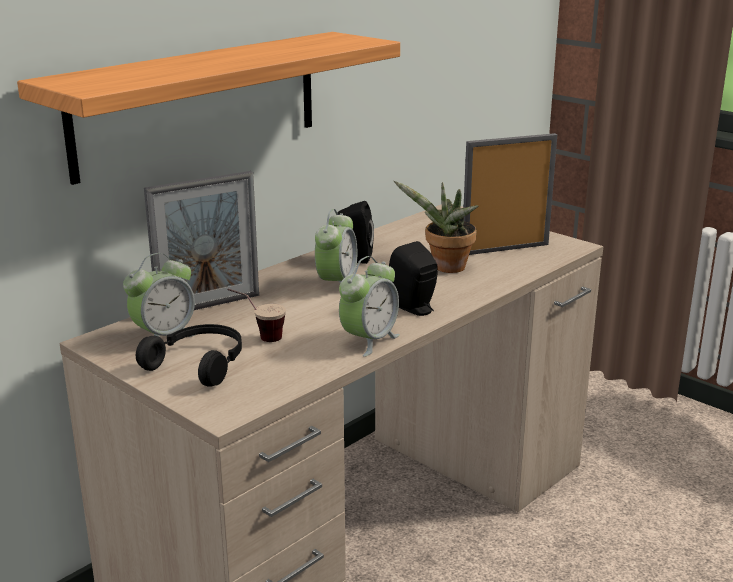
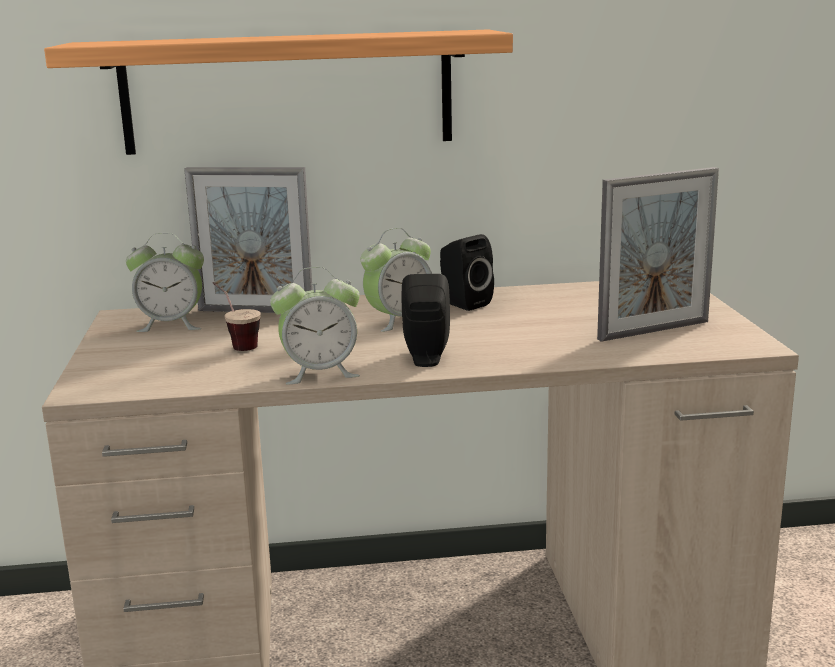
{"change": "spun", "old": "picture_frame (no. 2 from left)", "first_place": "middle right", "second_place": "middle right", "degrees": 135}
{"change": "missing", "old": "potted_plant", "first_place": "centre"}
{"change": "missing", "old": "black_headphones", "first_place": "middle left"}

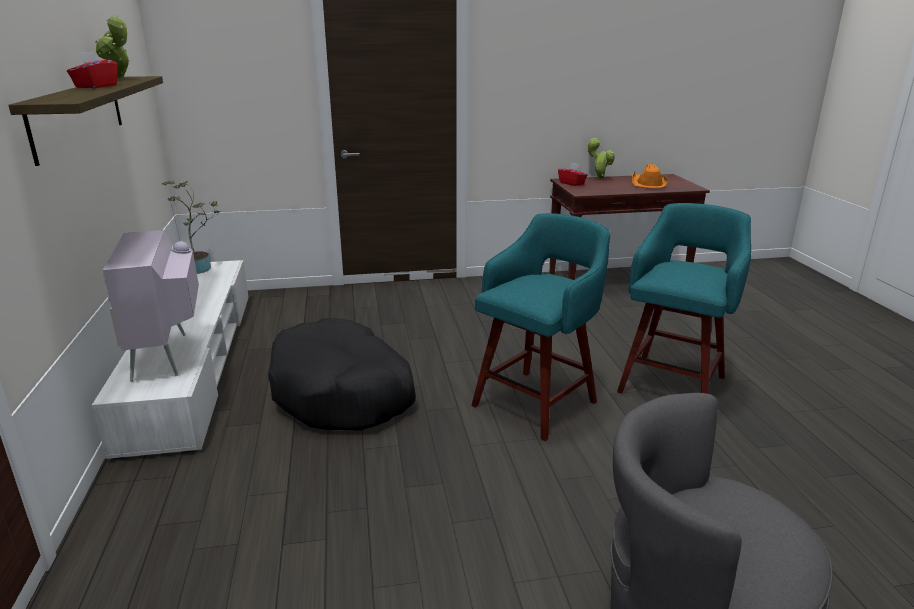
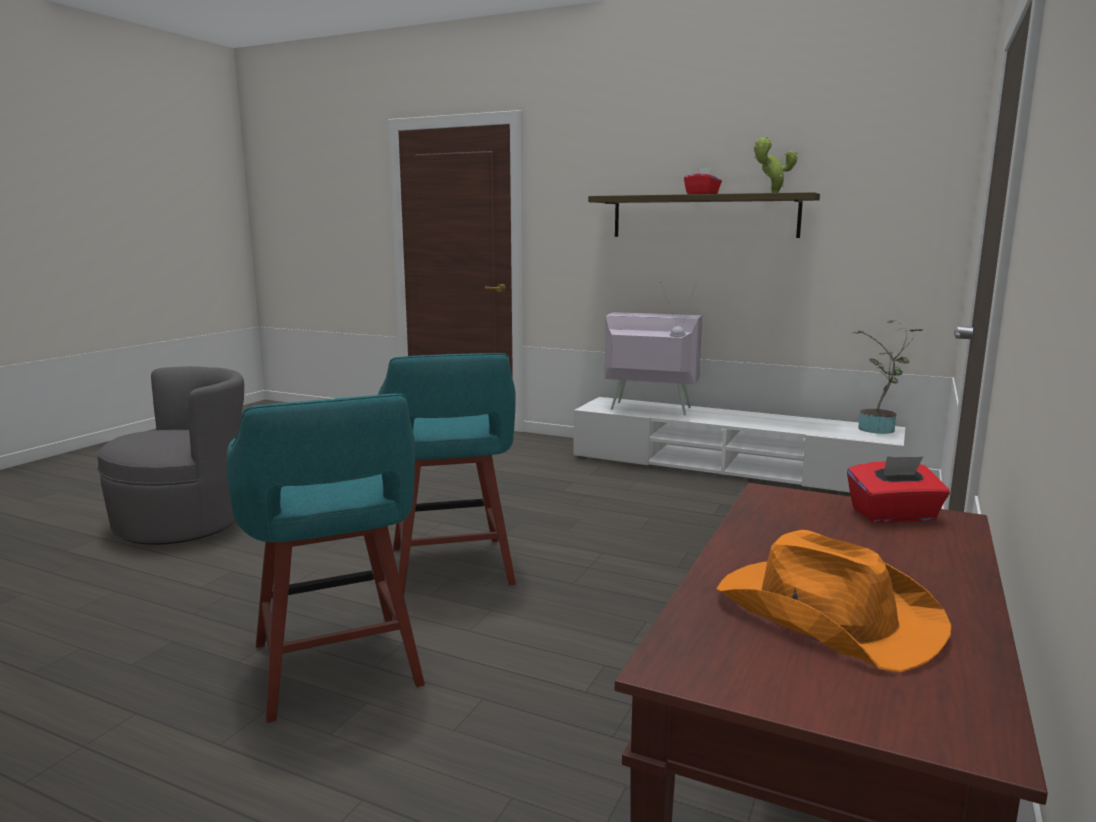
{"change": "missing", "old": "potted_plant (no. 3 from left)", "first_place": "top centre"}
{"change": "missing", "old": "black_dog_bed", "first_place": "centre"}

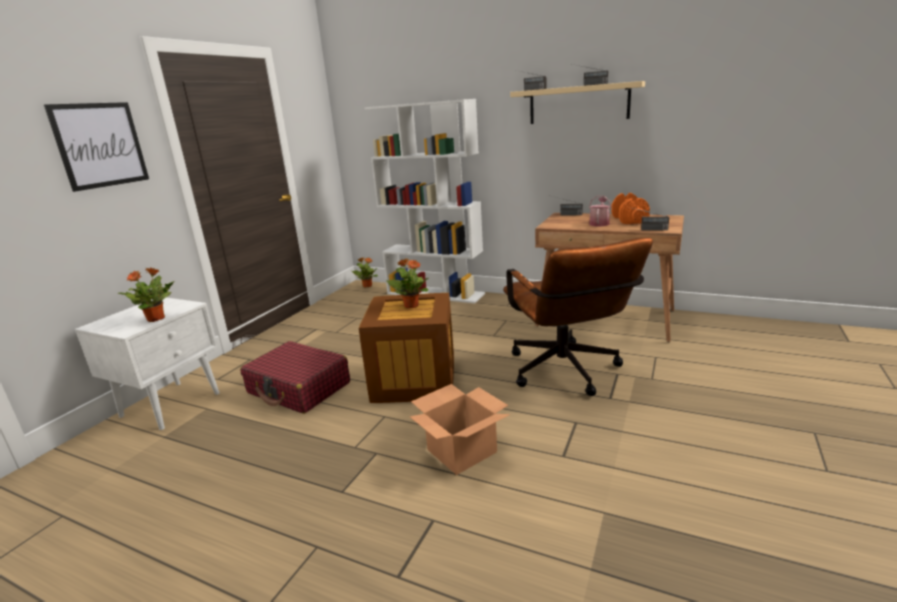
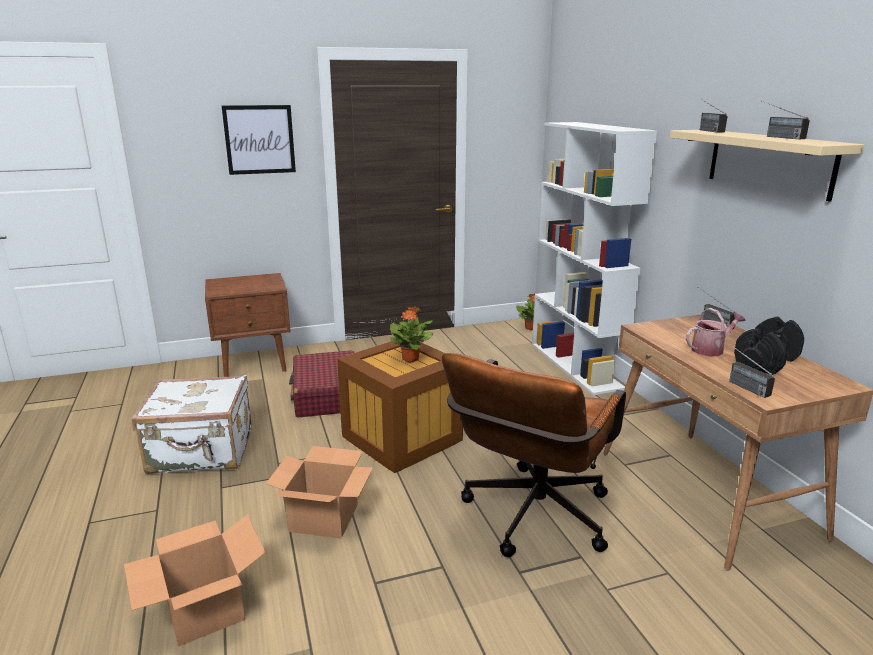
{"change": "colour", "old": "orange_dumbbell", "new": "black_dumbbell", "first_place": "middle right", "second_place": "middle right"}
{"change": "missing", "old": "potted_plant (no. 1 from left)", "first_place": "middle left"}
{"change": "colour", "old": "white_nightstand", "new": "brown_nightstand", "first_place": "middle left", "second_place": "middle left"}
{"change": "appeared", "new": "white_suitcase", "second_place": "middle left"}
{"change": "appeared", "new": "cardboard_box (no. 1 from left)", "second_place": "bottom left"}

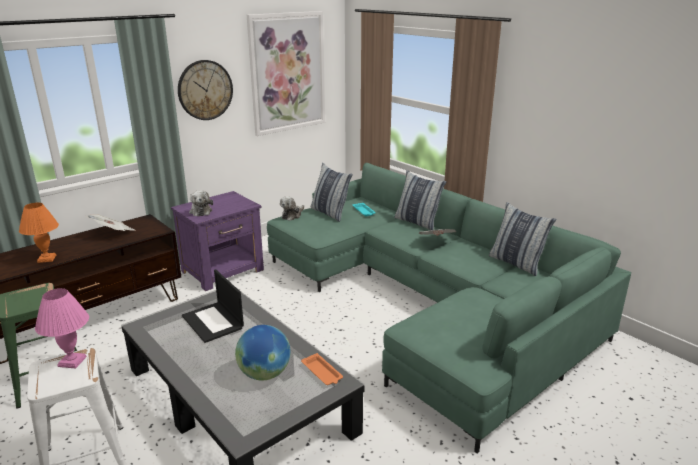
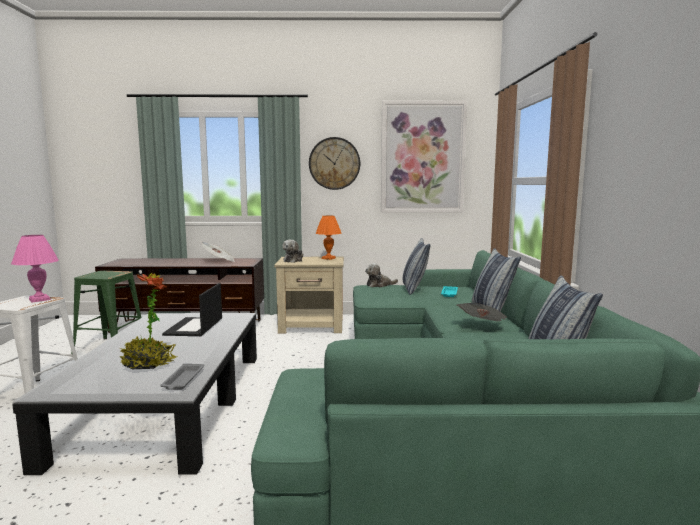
{"change": "colour", "old": "purple_nightstand", "new": "beige_nightstand", "first_place": "middle left", "second_place": "centre"}
{"change": "relocated", "old": "orange_table_lamp", "first_place": "middle left", "second_place": "centre"}
{"change": "exchanged", "old": "globe", "new": "potted_plant", "first_place": "bottom centre", "second_place": "middle left"}
{"change": "colour", "old": "orange_tray", "new": "grey_tray", "first_place": "bottom centre", "second_place": "bottom left"}

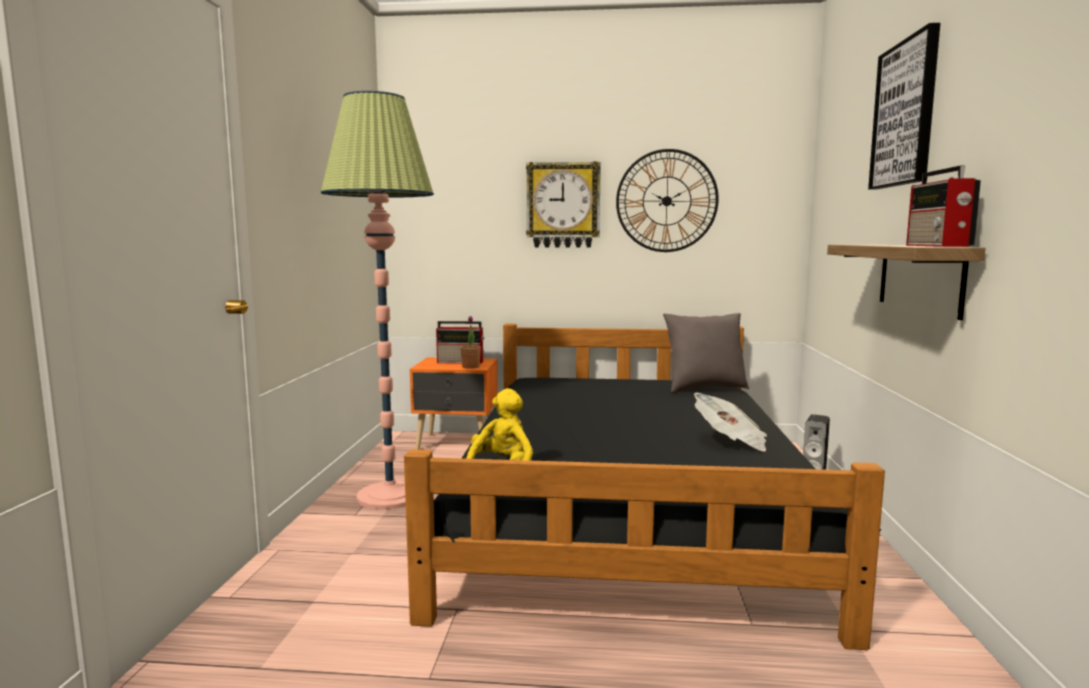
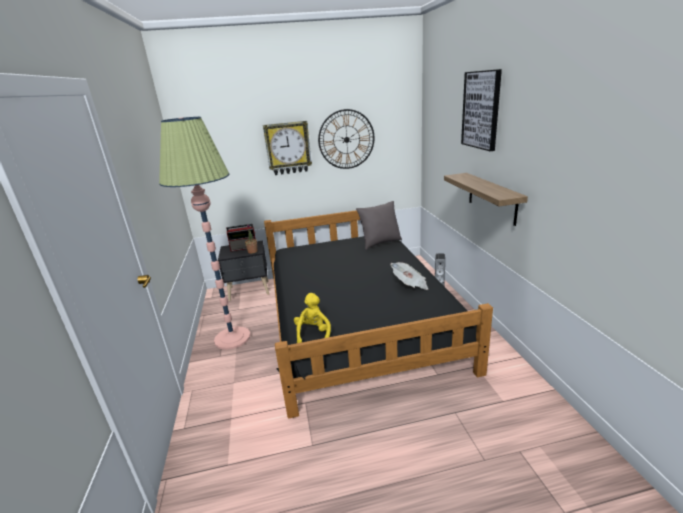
{"change": "missing", "old": "radio (no. 2 from left)", "first_place": "top right"}
{"change": "colour", "old": "orange_nightstand", "new": "black_nightstand", "first_place": "centre", "second_place": "centre"}

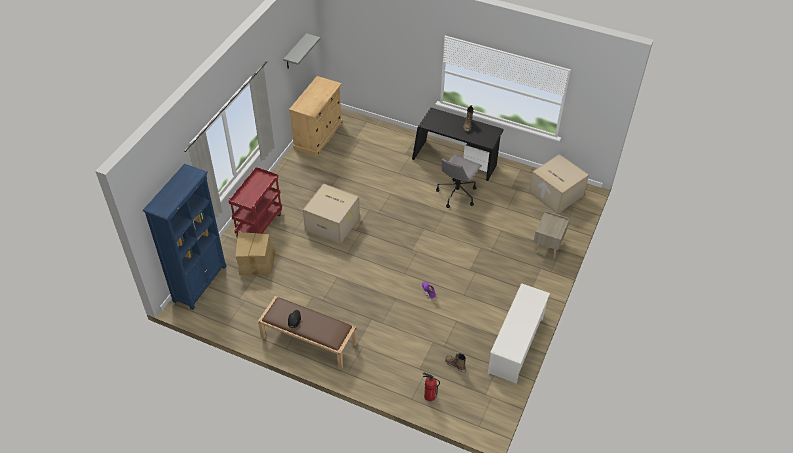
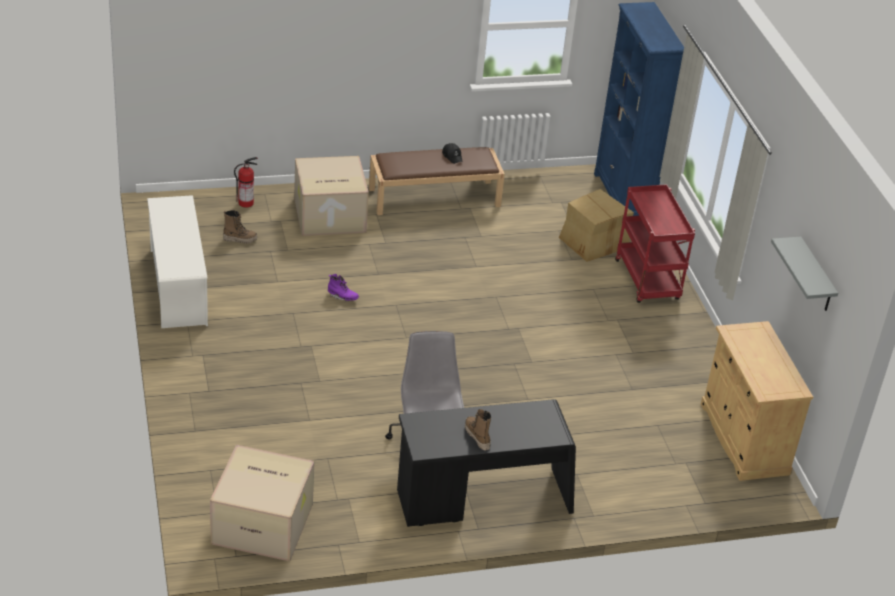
{"change": "relocated", "old": "cardboard_box (no. 2 from left)", "first_place": "centre", "second_place": "top centre"}
{"change": "missing", "old": "beige_nightstand", "first_place": "middle right"}

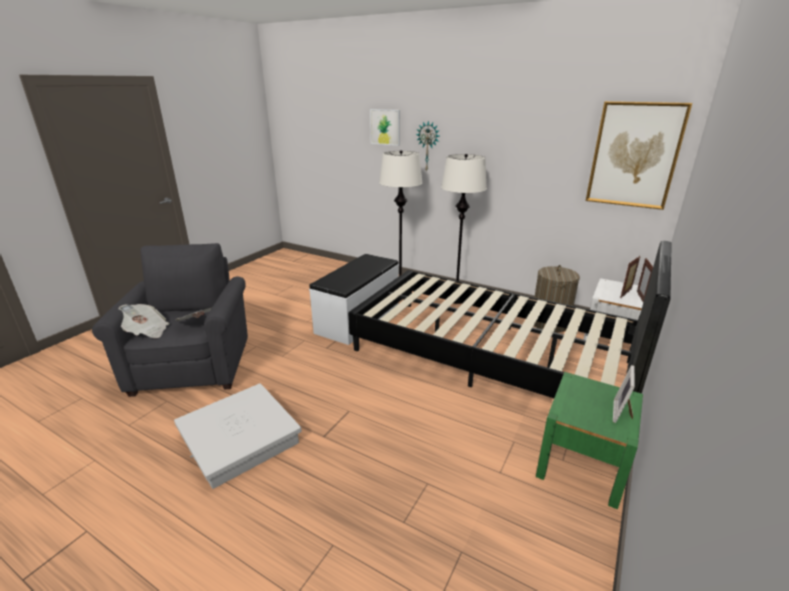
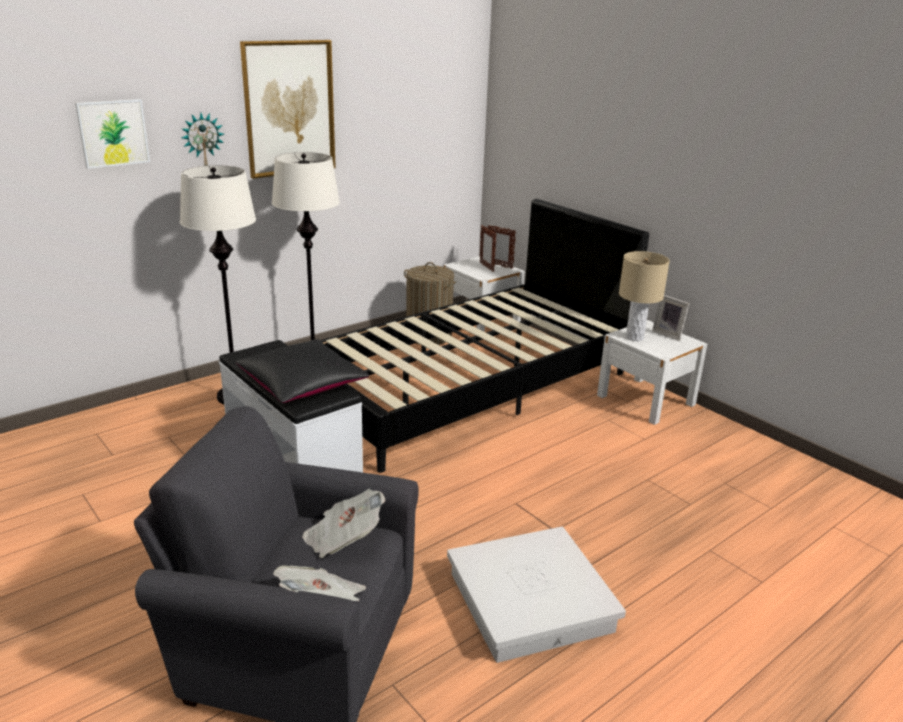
{"change": "relocated", "old": "picture (no. 2 from left)", "first_place": "top right", "second_place": "top left"}
{"change": "colour", "old": "green_nightstand", "new": "white_nightstand (no. 2 from left)", "first_place": "bottom right", "second_place": "middle right"}
{"change": "appeared", "new": "beige_table_lamp", "second_place": "middle right"}
{"change": "appeared", "new": "black_pillow", "second_place": "centre"}

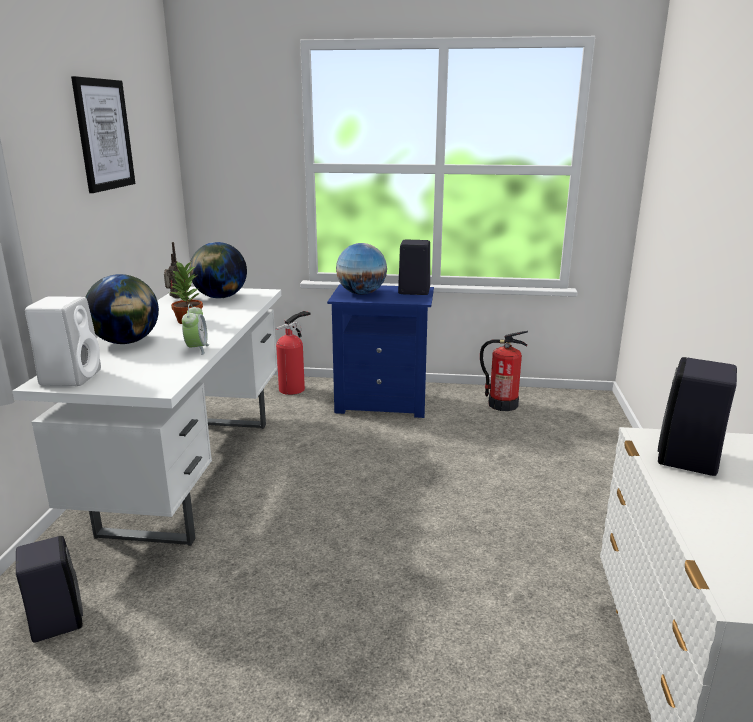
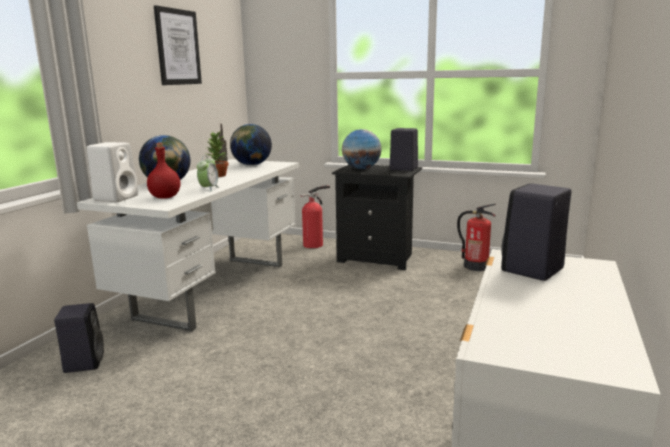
{"change": "colour", "old": "blue_nightstand", "new": "black_nightstand", "first_place": "centre", "second_place": "centre"}
{"change": "appeared", "new": "red_bottle", "second_place": "middle left"}

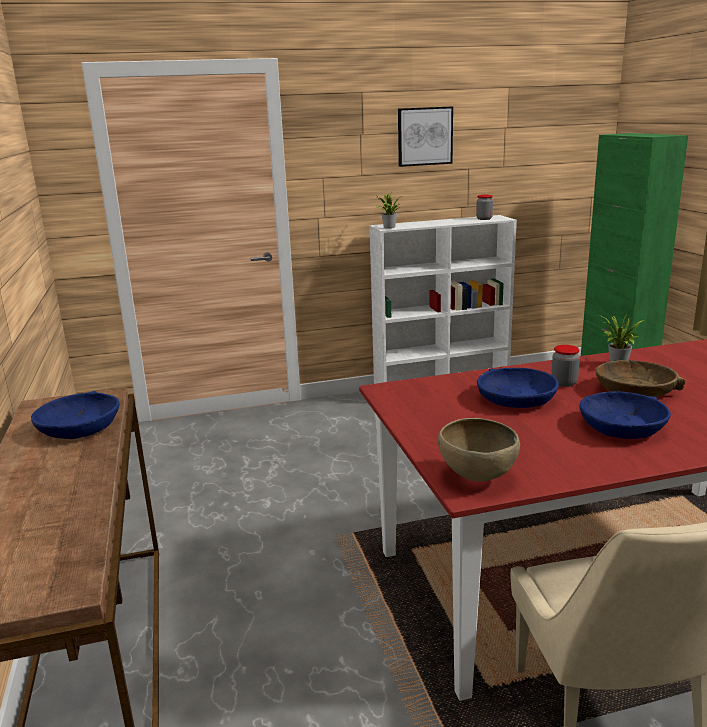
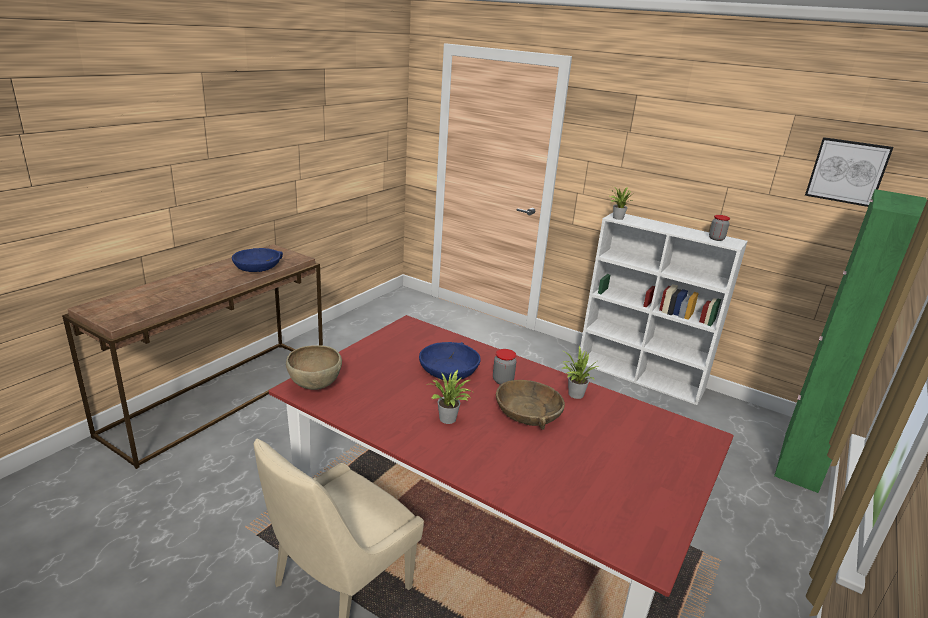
{"change": "relocated", "old": "picture", "first_place": "top centre", "second_place": "top right"}
{"change": "exchanged", "old": "blue_bowl (no. 3 from left)", "new": "potted_plant (no. 1 from left)", "first_place": "middle right", "second_place": "centre"}

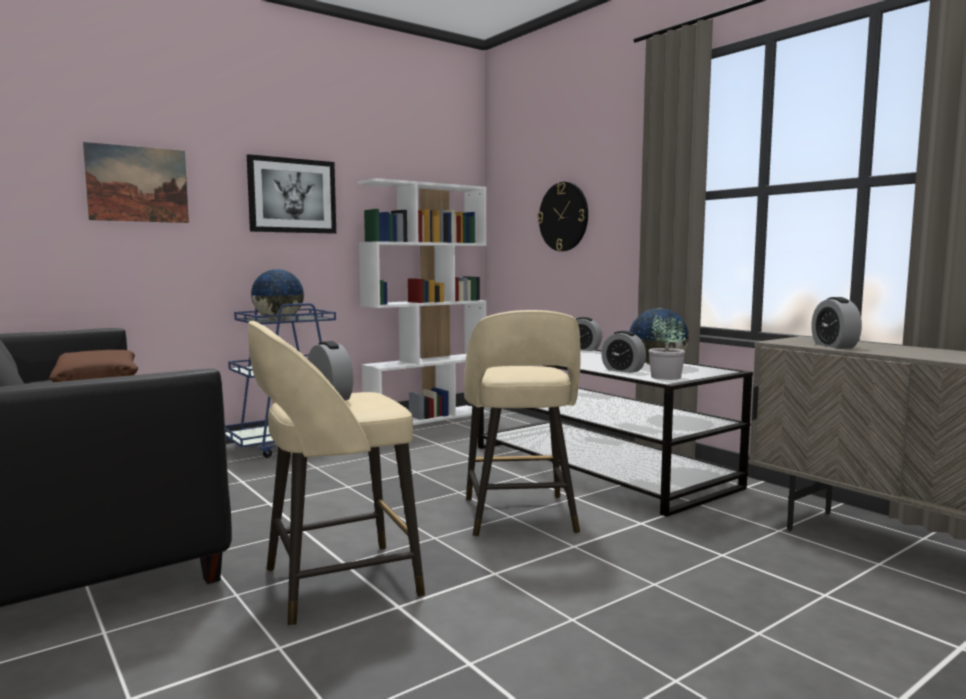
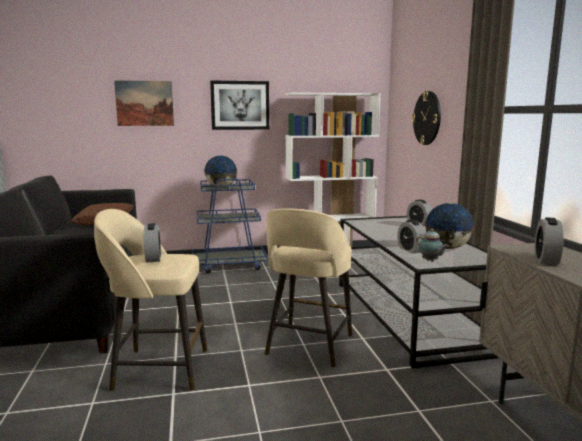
{"change": "exchanged", "old": "potted_plant", "new": "teapot", "first_place": "middle right", "second_place": "middle right"}

